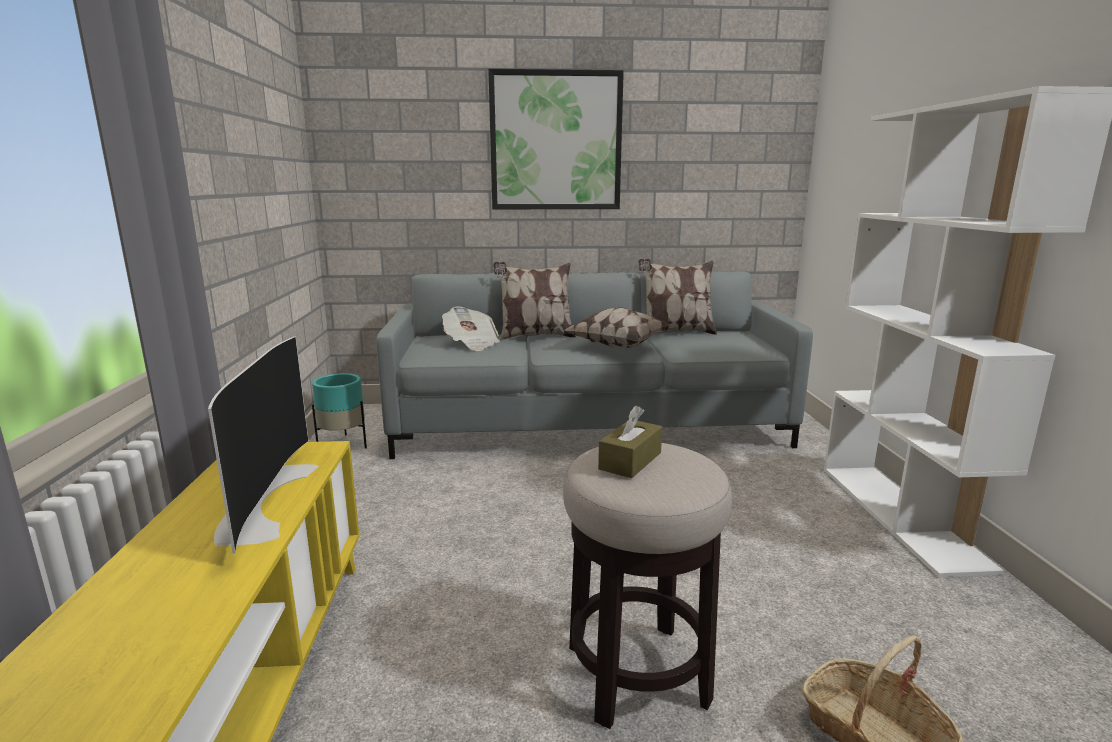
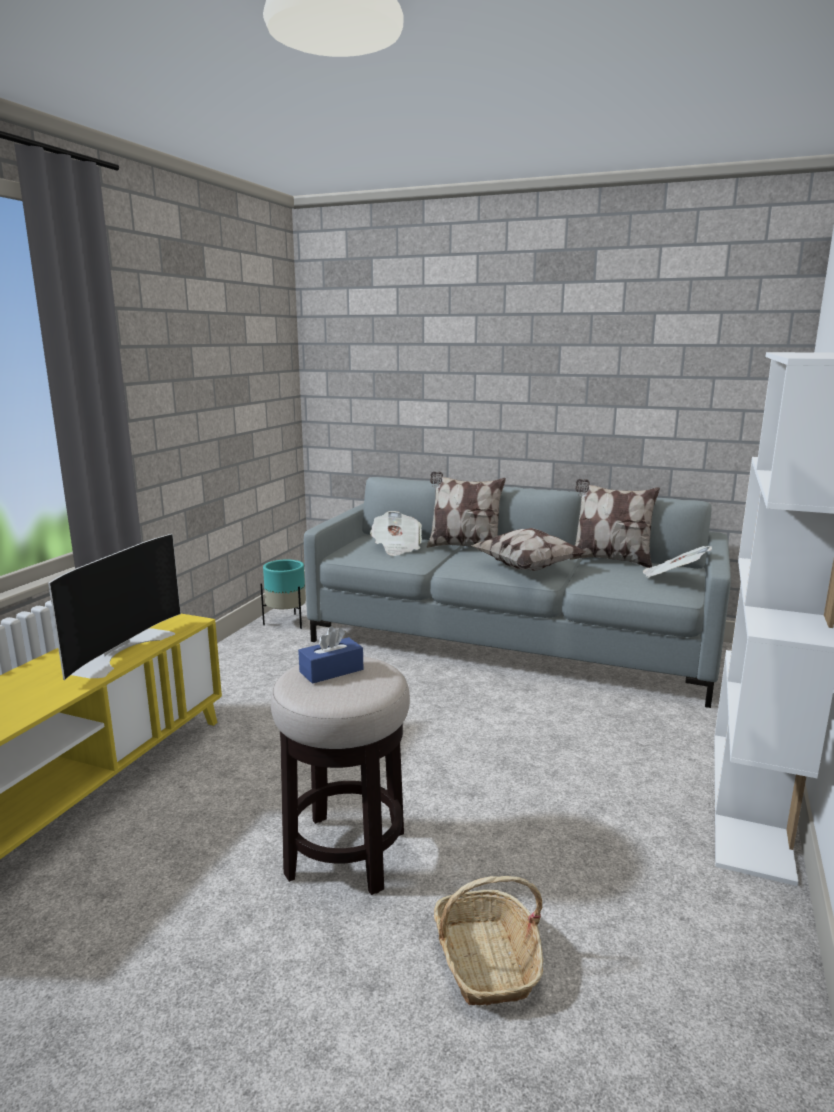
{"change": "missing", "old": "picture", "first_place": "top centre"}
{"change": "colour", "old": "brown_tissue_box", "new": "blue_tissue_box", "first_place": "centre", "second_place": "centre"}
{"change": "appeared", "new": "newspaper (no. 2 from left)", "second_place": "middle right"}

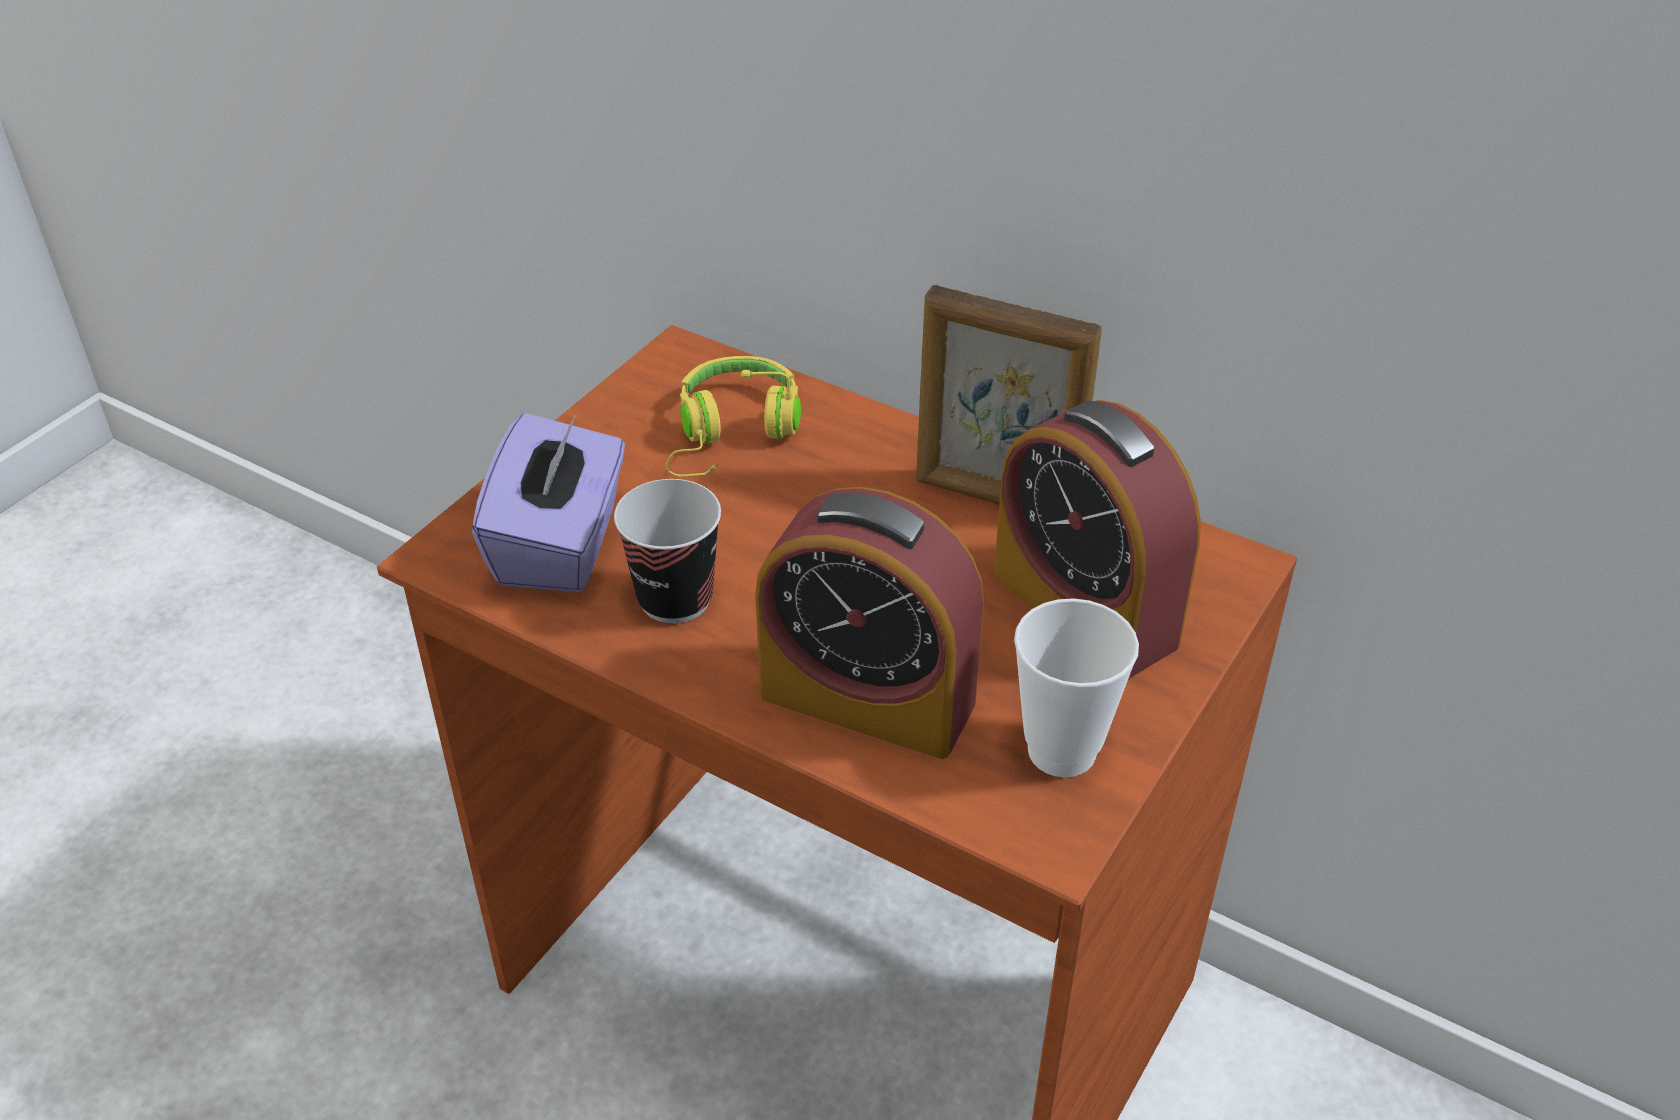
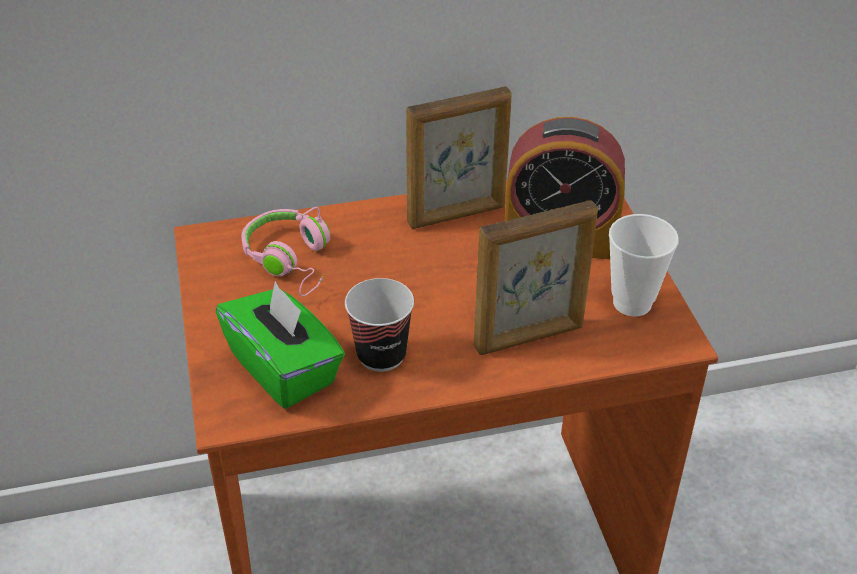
{"change": "colour", "old": "yellow_headphones", "new": "pink_headphones", "first_place": "centre", "second_place": "middle left"}
{"change": "colour", "old": "purple_tissue_box", "new": "green_tissue_box", "first_place": "middle left", "second_place": "middle left"}
{"change": "exchanged", "old": "alarm_clock (no. 1 from left)", "new": "picture_frame (no. 2 from left)", "first_place": "centre", "second_place": "centre"}

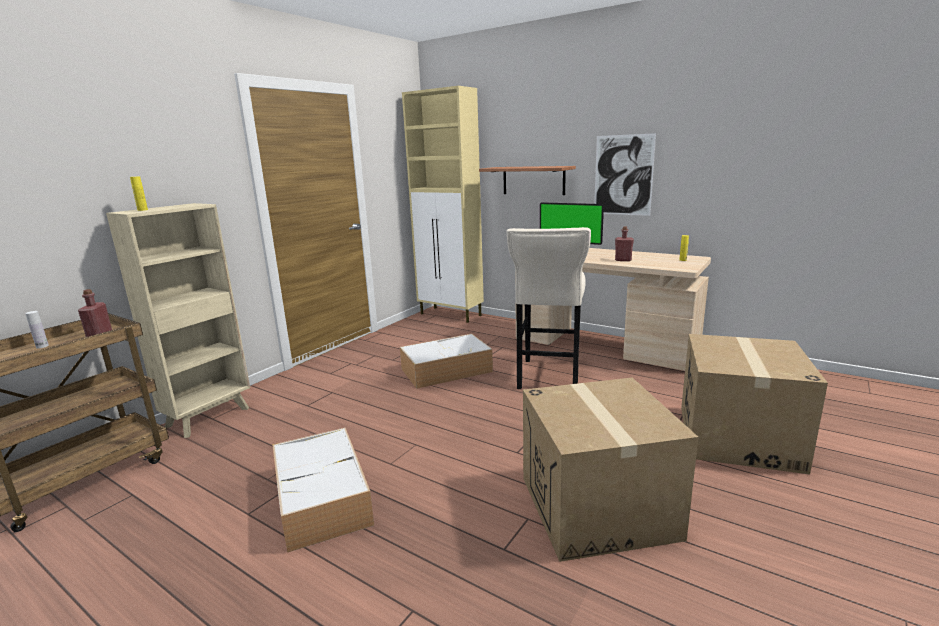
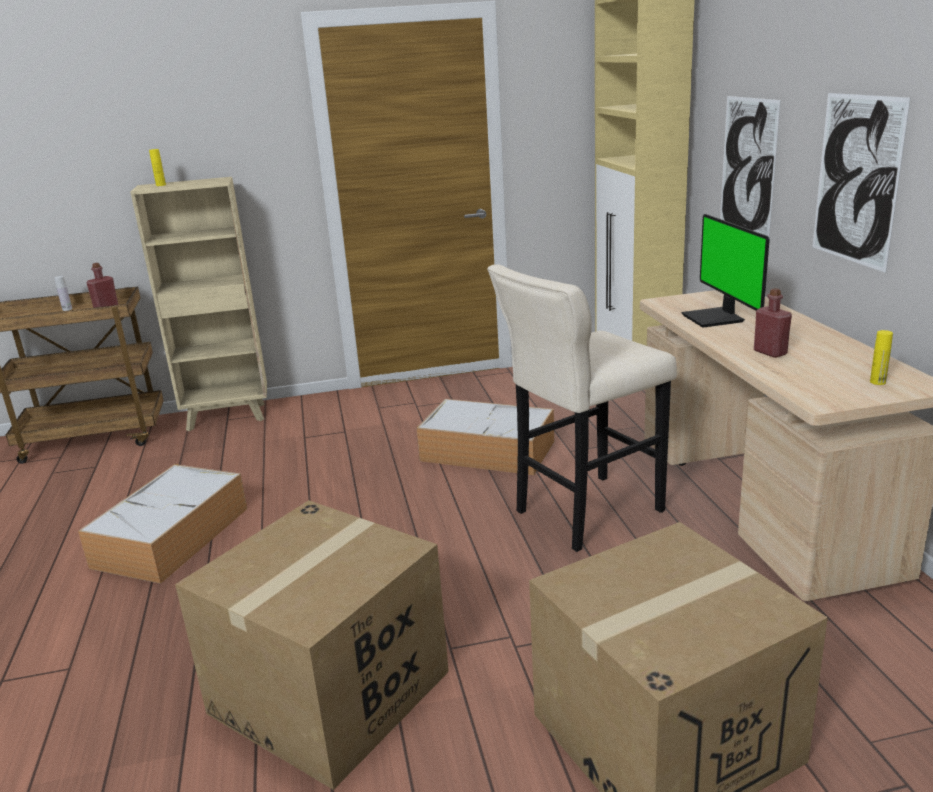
{"change": "exchanged", "old": "shelf", "new": "picture (no. 1 from left)", "first_place": "top centre", "second_place": "top right"}

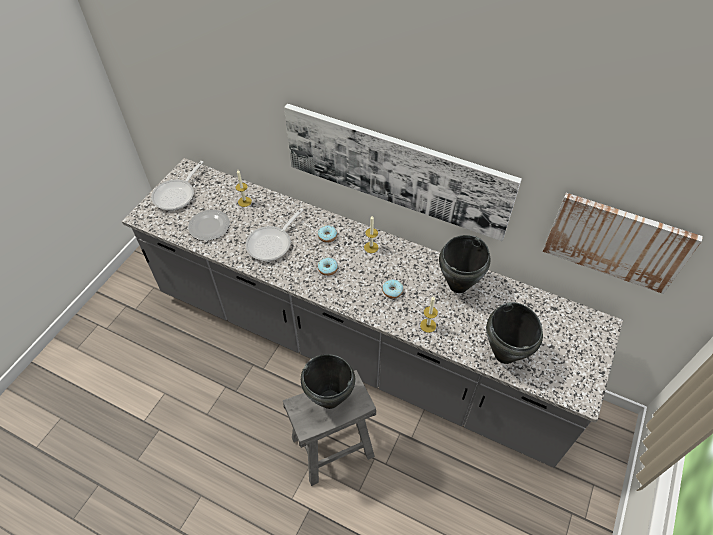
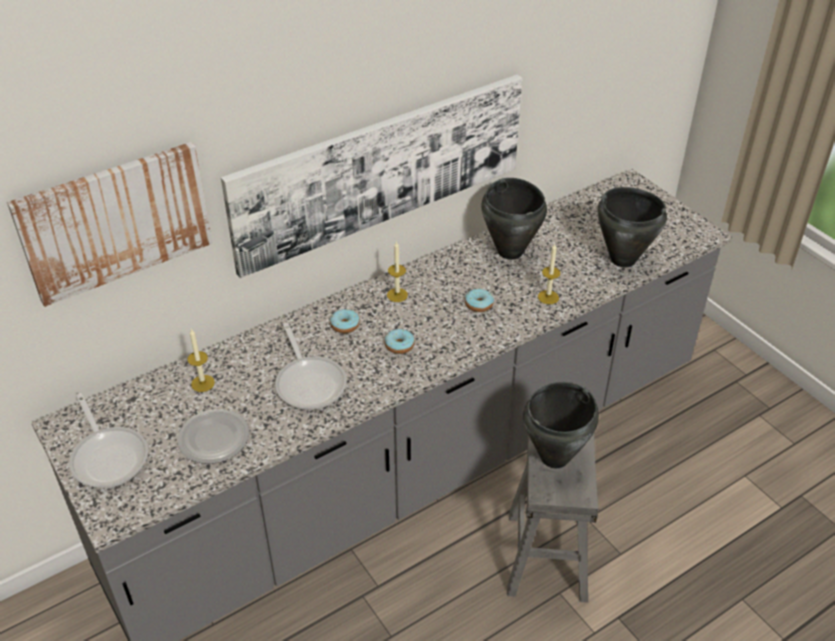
{"change": "relocated", "old": "picture (no. 2 from left in the first image)", "new": "picture (no. 1 from left)", "first_place": "middle right", "second_place": "middle left"}

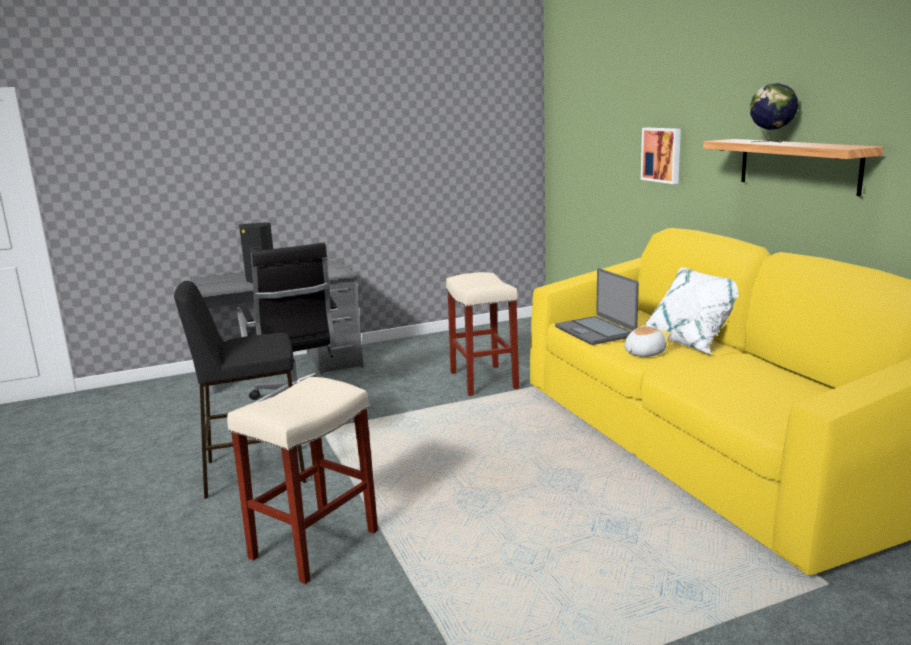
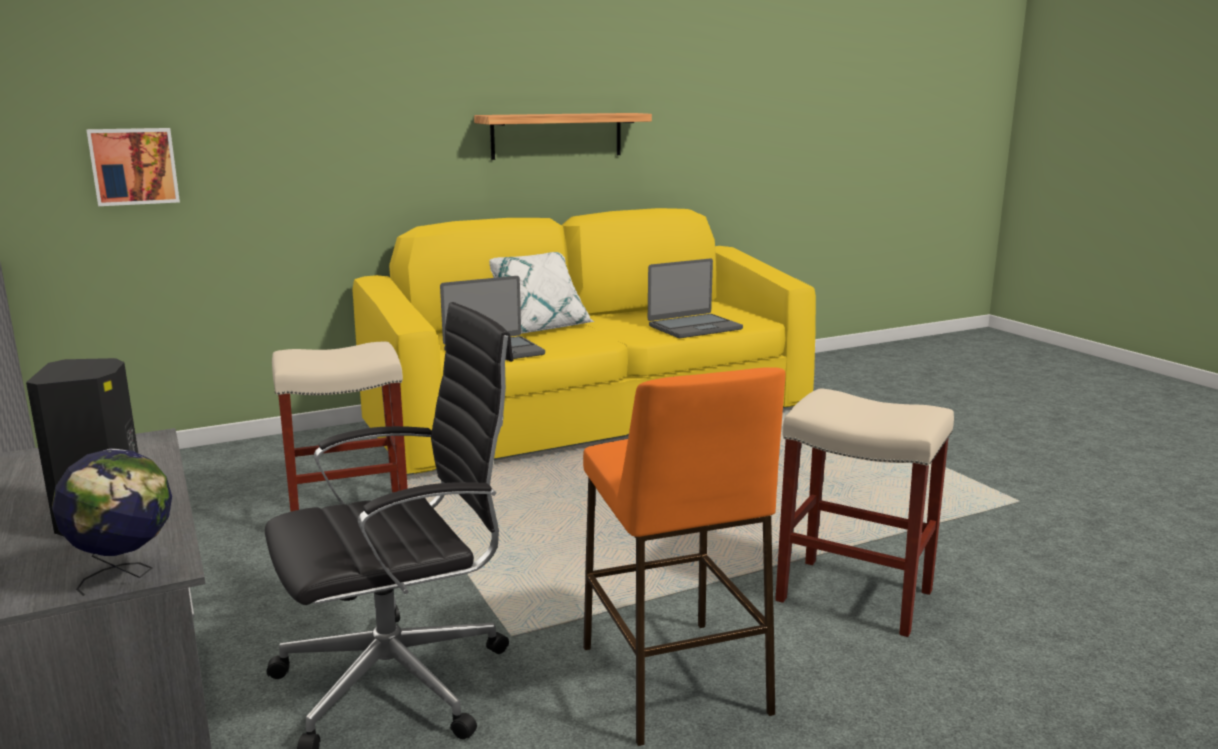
{"change": "relocated", "old": "globe", "first_place": "top right", "second_place": "bottom left"}
{"change": "relocated", "old": "picture", "first_place": "top right", "second_place": "top left"}
{"change": "colour", "old": "black_stool", "new": "orange_stool", "first_place": "middle left", "second_place": "bottom centre"}
{"change": "missing", "old": "plush_toy", "first_place": "middle right"}
{"change": "appeared", "new": "laptop (no. 2 from left)", "second_place": "centre"}

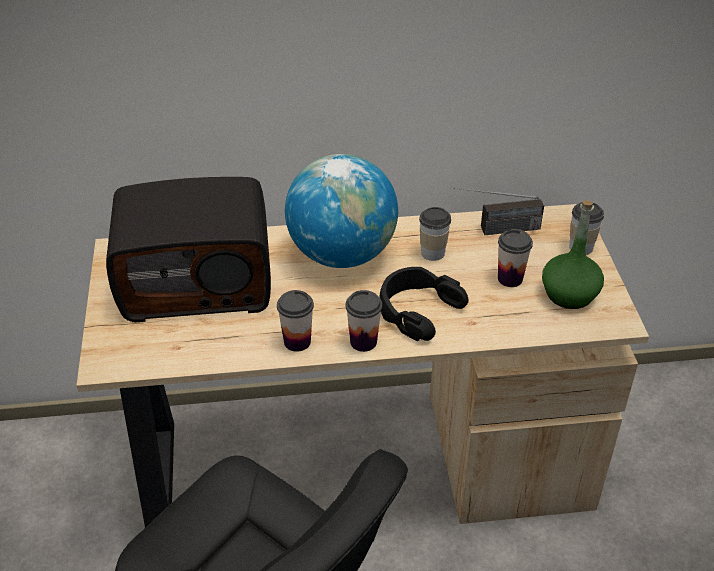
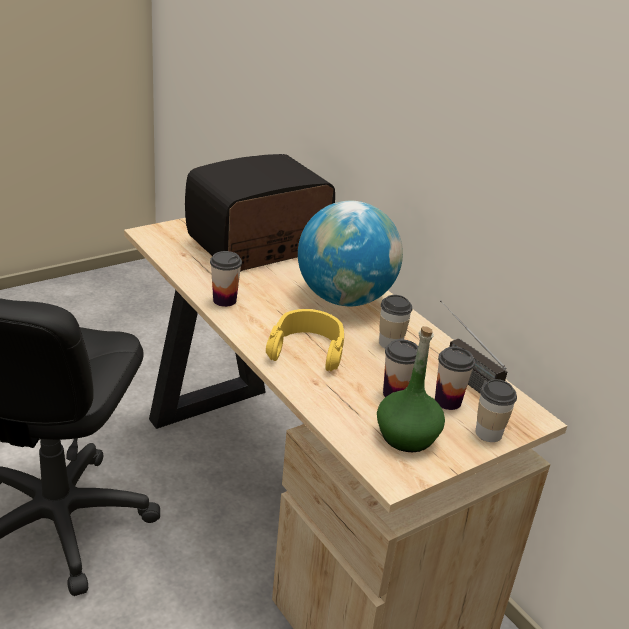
{"change": "spun", "old": "radio (no. 1 from left)", "first_place": "middle left", "second_place": "centre", "degrees": 90}
{"change": "colour", "old": "black_headphones", "new": "yellow_headphones", "first_place": "centre", "second_place": "centre"}
{"change": "relocated", "old": "cup (no. 2 from left in the first image)", "new": "cup (no. 4 from left)", "first_place": "centre", "second_place": "middle right"}

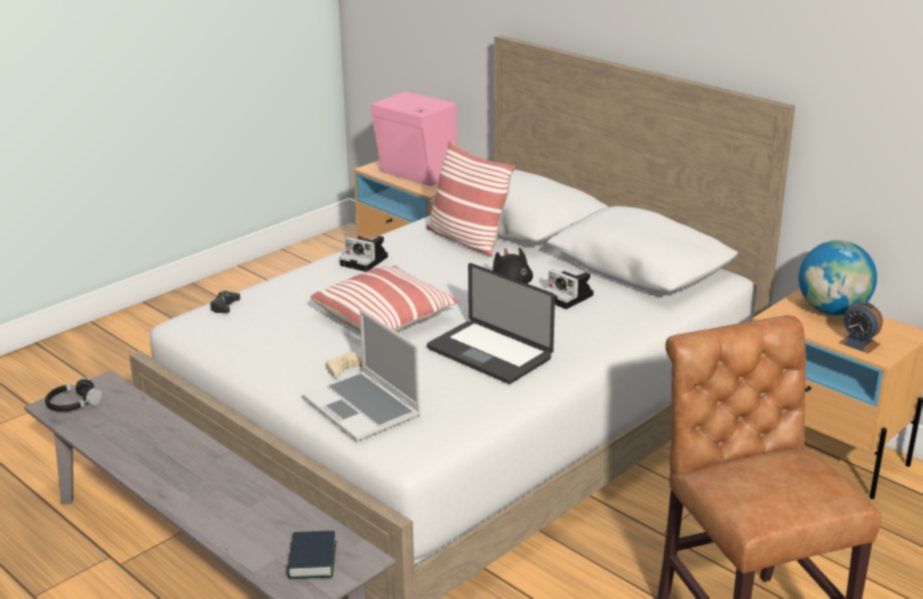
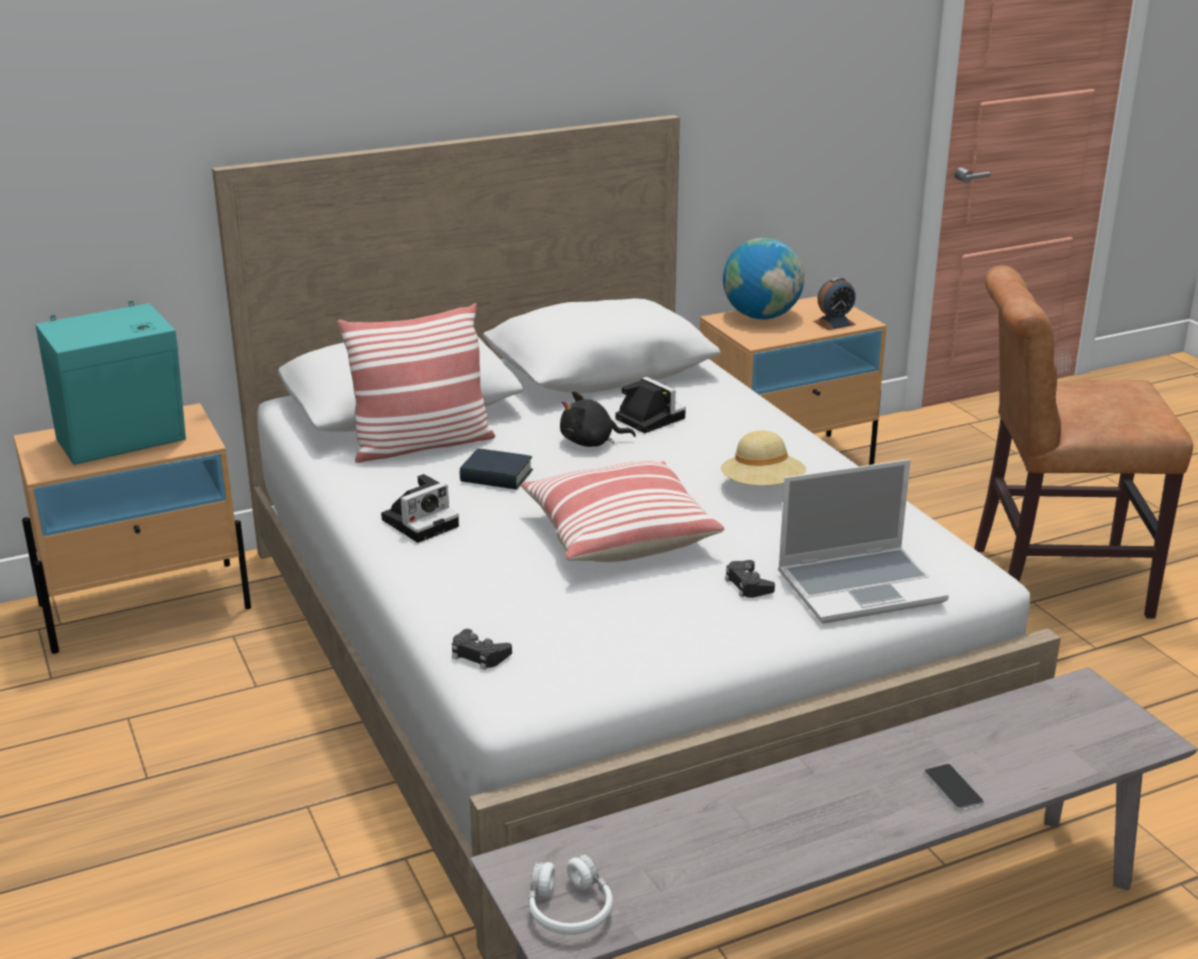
{"change": "colour", "old": "pink_speaker", "new": "turquoise_speaker", "first_place": "top centre", "second_place": "middle left"}
{"change": "exchanged", "old": "laptop (no. 2 from left)", "new": "beige_hat", "first_place": "centre", "second_place": "centre"}
{"change": "spun", "old": "photo_camera (no. 2 from left)", "first_place": "centre", "second_place": "centre", "degrees": -105}
{"change": "colour", "old": "beige_game_controller", "new": "black_game_controller (no. 2 from left)", "first_place": "centre", "second_place": "centre"}
{"change": "colour", "old": "black_headphones", "new": "white_headphones", "first_place": "middle left", "second_place": "bottom centre"}
{"change": "relocated", "old": "book", "first_place": "bottom centre", "second_place": "centre"}
{"change": "appeared", "new": "phone", "second_place": "bottom right"}

